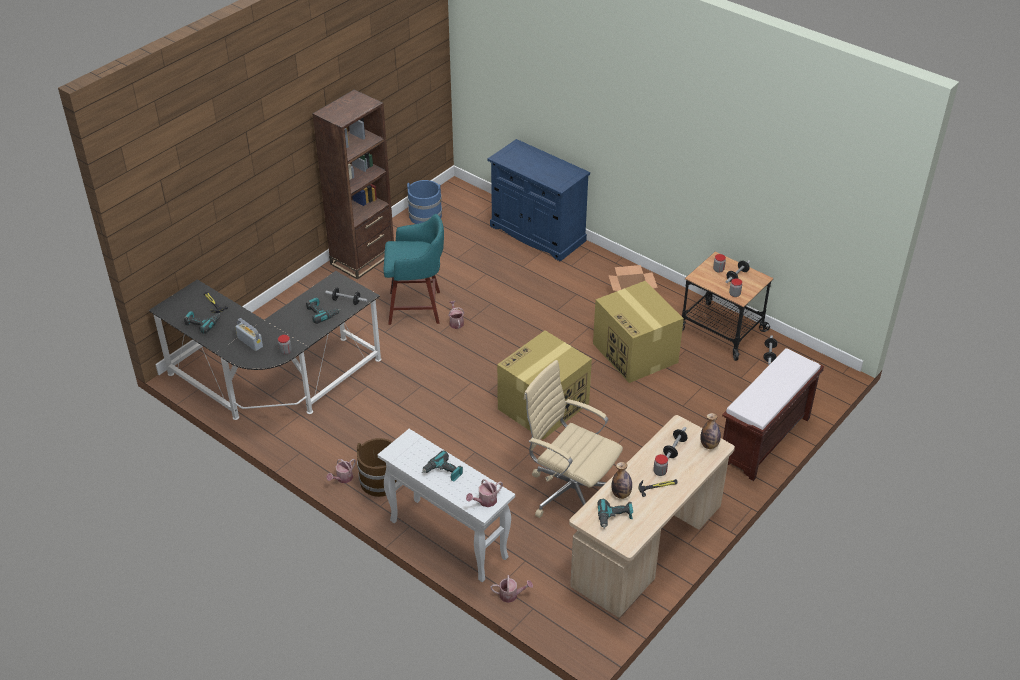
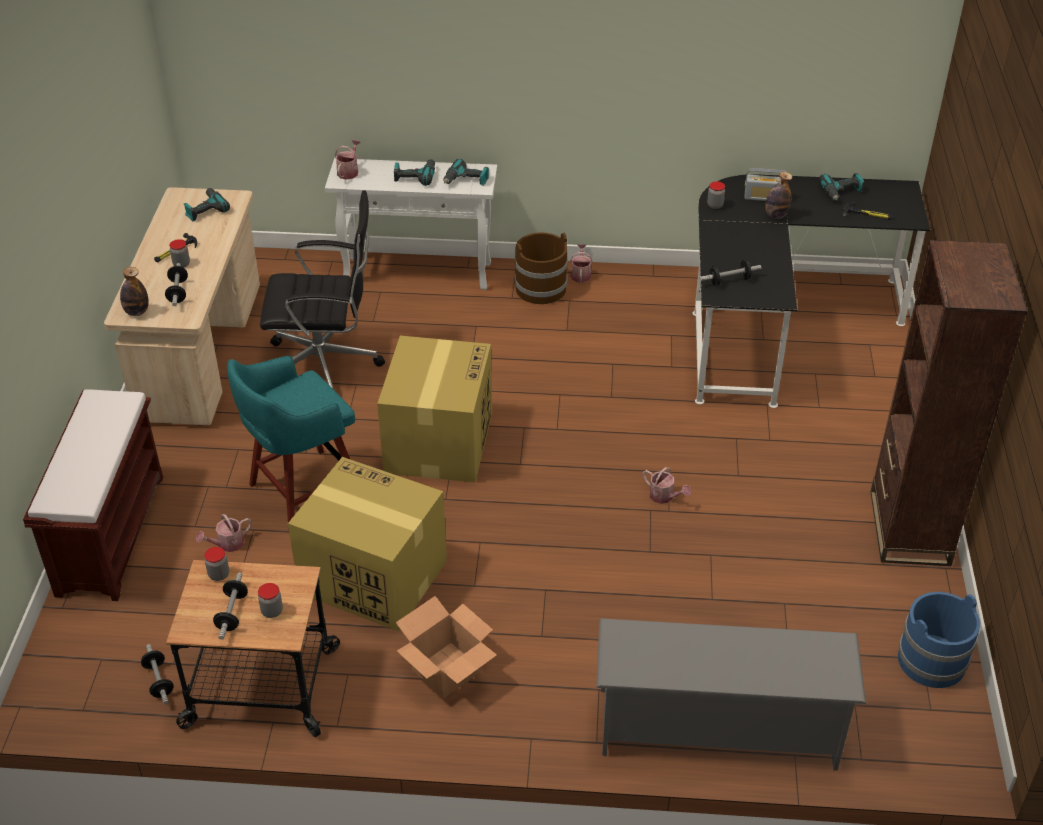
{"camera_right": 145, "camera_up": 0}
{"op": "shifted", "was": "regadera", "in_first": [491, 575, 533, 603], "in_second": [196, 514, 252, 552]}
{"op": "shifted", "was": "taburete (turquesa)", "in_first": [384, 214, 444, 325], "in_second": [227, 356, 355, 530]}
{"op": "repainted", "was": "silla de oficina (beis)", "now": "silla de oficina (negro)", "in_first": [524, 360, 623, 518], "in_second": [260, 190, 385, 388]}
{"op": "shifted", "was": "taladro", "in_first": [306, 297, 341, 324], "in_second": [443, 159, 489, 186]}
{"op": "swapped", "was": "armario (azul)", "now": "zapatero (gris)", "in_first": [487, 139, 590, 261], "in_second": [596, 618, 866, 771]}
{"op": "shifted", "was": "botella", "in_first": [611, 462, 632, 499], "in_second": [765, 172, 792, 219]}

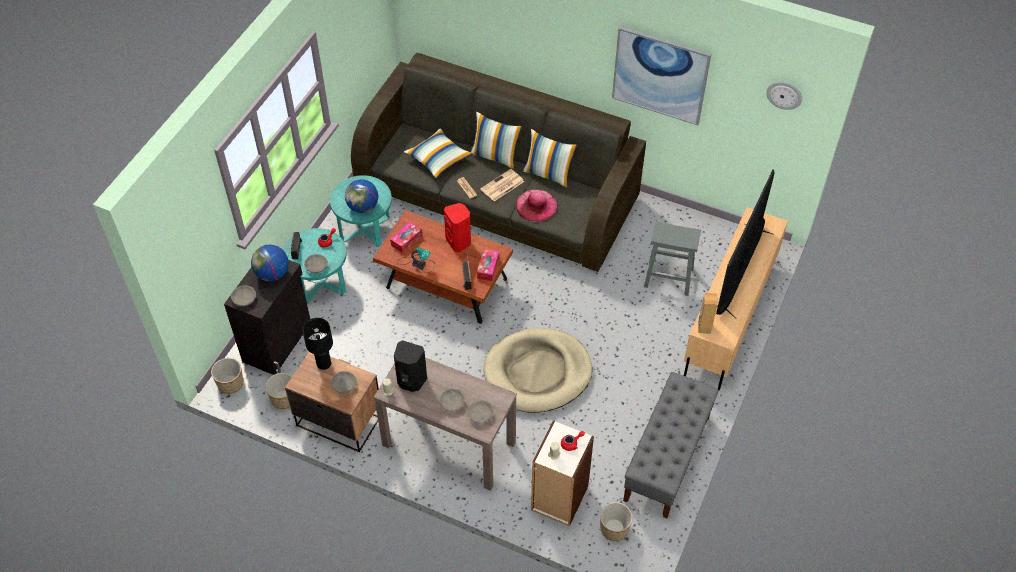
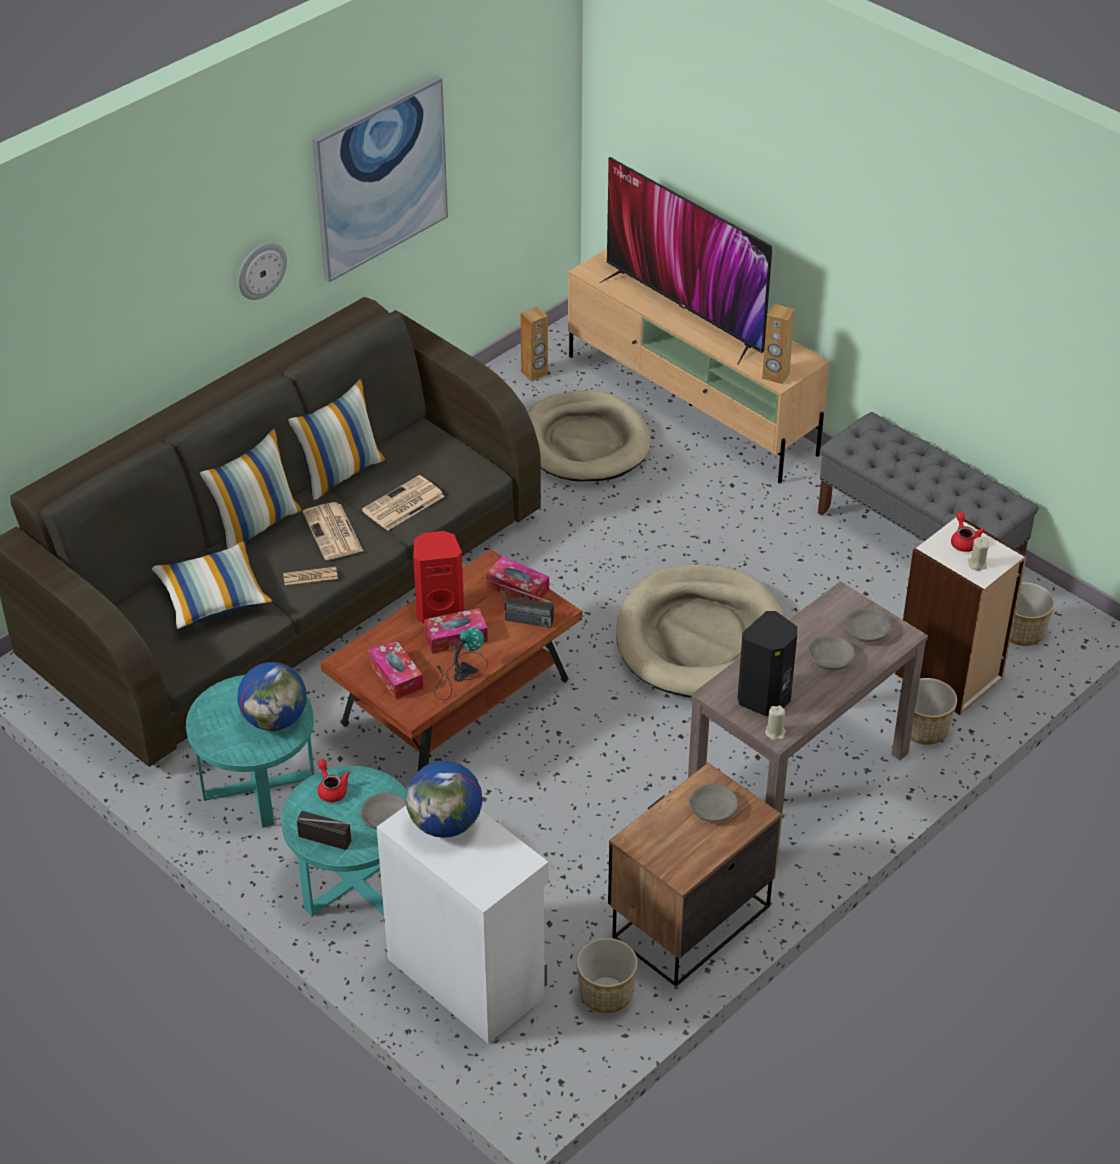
{"camera_right": -70, "camera_up": -10}
{"op": "shifted", "was": "reloj de pared", "in_first": [766, 82, 802, 110], "in_second": [238, 243, 287, 300]}
{"op": "swapped", "was": "sombrero (rosa)", "now": "periódico", "in_first": [516, 190, 557, 222], "in_second": [362, 475, 445, 531]}
{"op": "repainted", "was": "armario (negro)", "now": "armario (blanco)", "in_first": [224, 260, 310, 375], "in_second": [377, 806, 549, 1044]}
{"op": "new", "now": "caja de pañuelos", "in_second": [424, 608, 488, 654]}
{"op": "new", "now": "altavoz (marrón)", "in_second": [520, 307, 548, 381]}
{"op": "swapped", "was": "taburete (gris)", "now": "cama para perro (beis)", "in_first": [644, 222, 701, 296], "in_second": [528, 390, 650, 481]}
{"op": "shifted", "was": "maceta", "in_first": [211, 358, 244, 394], "in_second": [910, 678, 957, 745]}
{"op": "gone", "was": "cuenco (gris)", "in_first": [231, 285, 256, 306]}
{"op": "gone", "was": "lámpara de mesa (negro)", "in_first": [302, 318, 333, 370]}

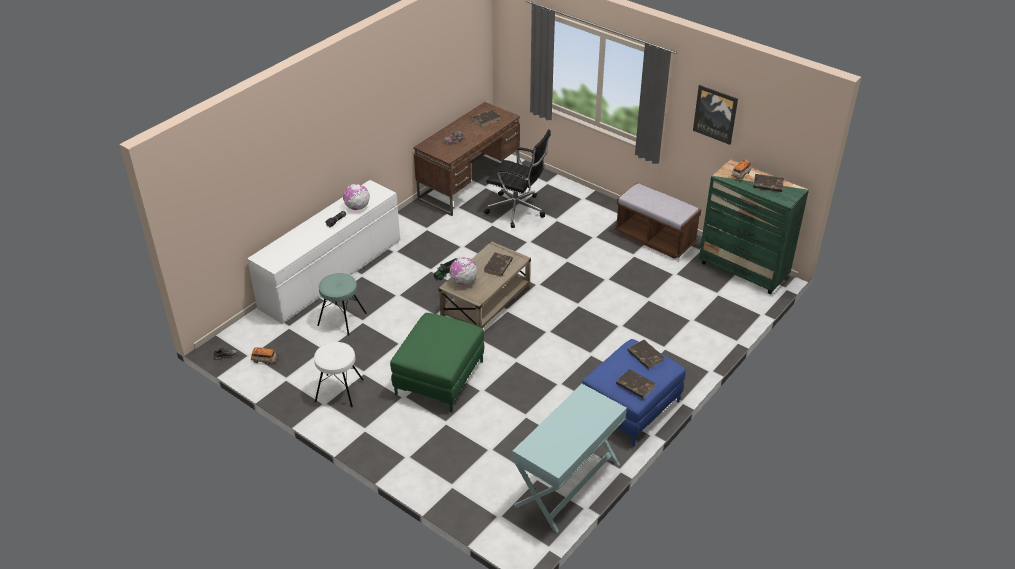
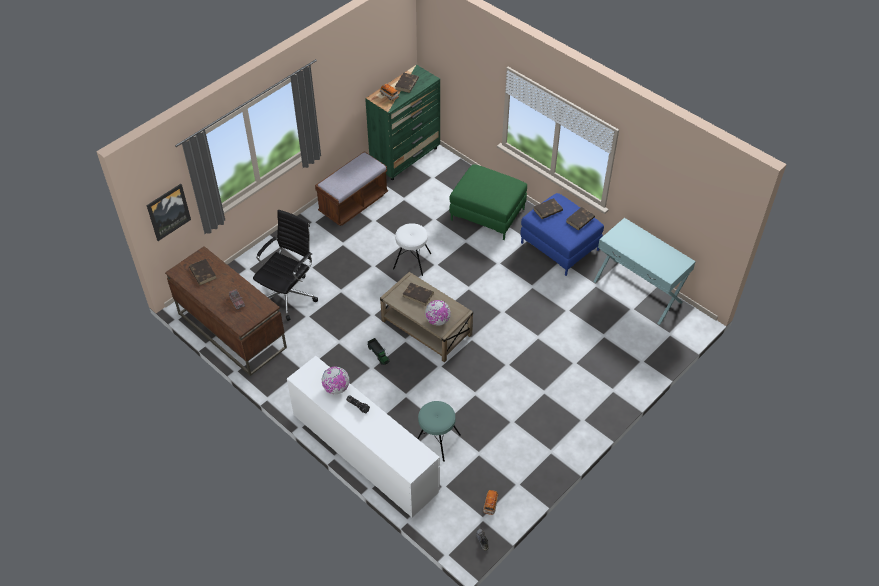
{"camera_right": -85, "camera_up": 10}
{"op": "shifted", "was": "cuadro", "in_first": [693, 85, 738, 145], "in_second": [147, 184, 191, 241]}
{"op": "shifted", "was": "taburete (blanco)", "in_first": [314, 342, 364, 407], "in_second": [393, 223, 431, 276]}
{"op": "shifted", "was": "puf (verde)", "in_first": [390, 313, 484, 412], "in_second": [449, 164, 527, 240]}

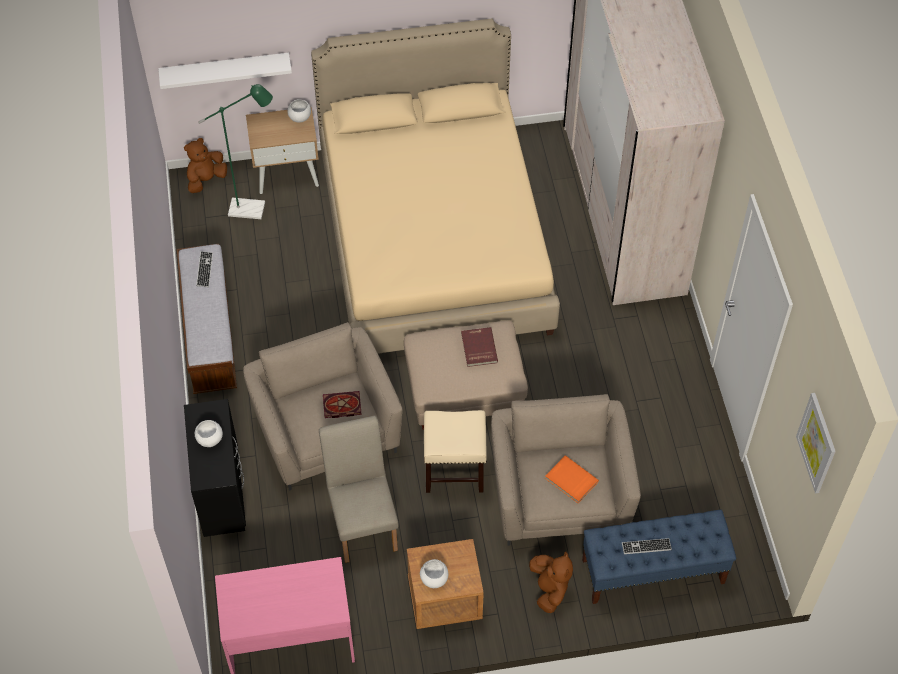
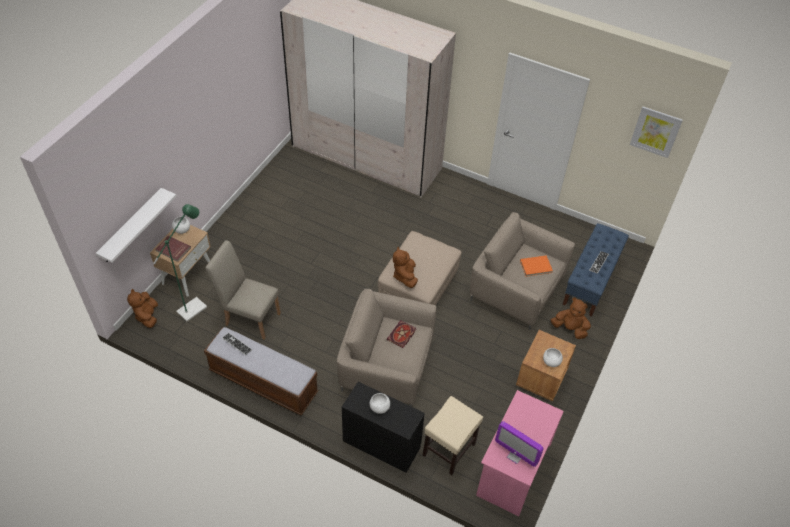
{"camera_right": -55, "camera_up": -5}
{"op": "shifted", "was": "libro (rojo)", "in_first": [461, 327, 498, 367], "in_second": [155, 236, 191, 262]}
{"op": "shifted", "was": "silla (beis)", "in_first": [319, 415, 399, 563], "in_second": [205, 240, 281, 339]}
{"op": "new", "now": "peluche (marrón)", "in_second": [393, 247, 418, 288]}
{"op": "shifted", "was": "taburete (beis)", "in_first": [424, 410, 487, 493], "in_second": [423, 396, 483, 475]}
{"op": "new", "now": "monitor", "in_second": [495, 421, 544, 467]}
{"op": "gone", "was": "cama (beis)", "in_first": [311, 19, 560, 354]}

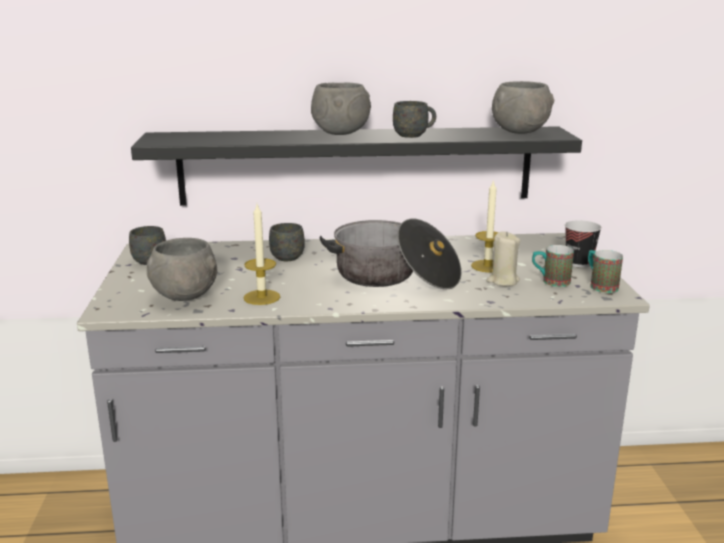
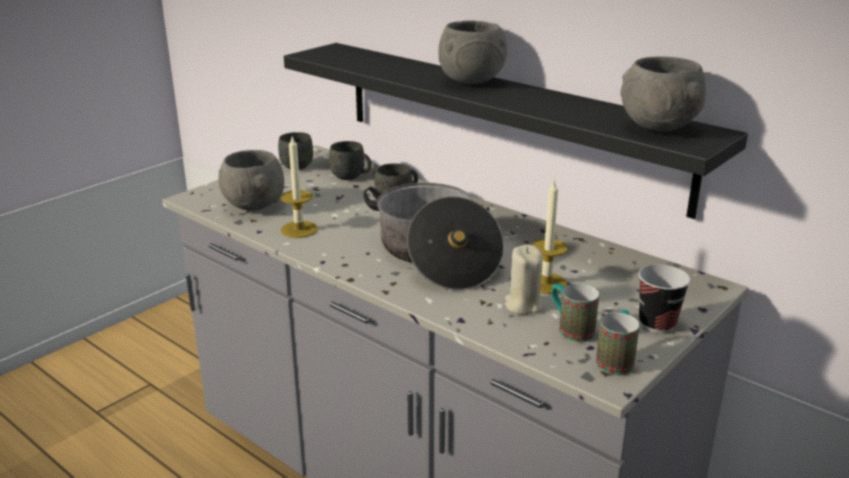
{"camera_right": 45, "camera_up": 5}
{"op": "shifted", "was": "taza grande (gris)", "in_first": [393, 101, 436, 138], "in_second": [329, 141, 372, 180]}

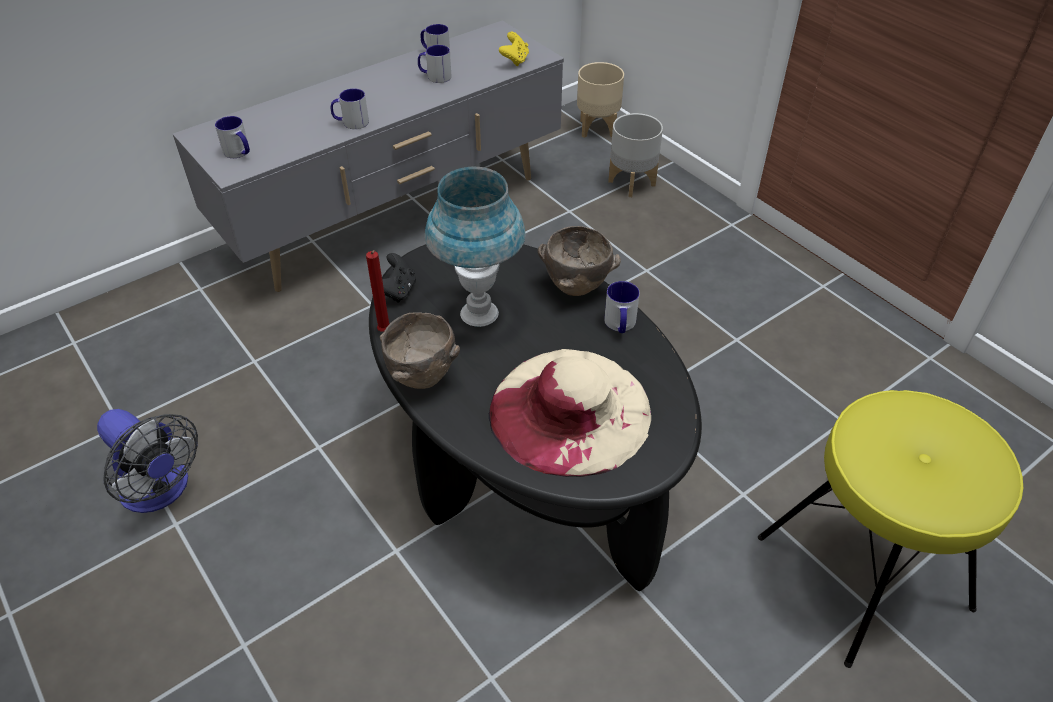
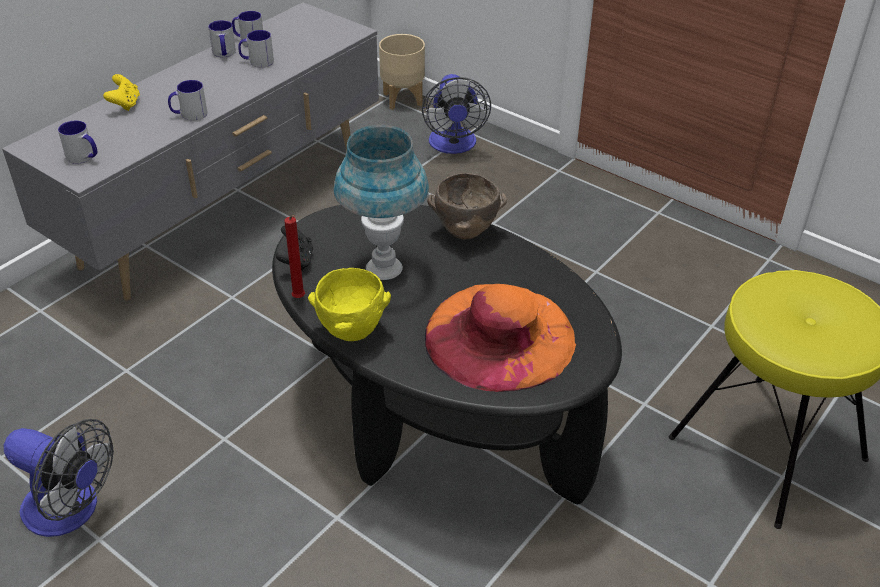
{"camera_right": -15, "camera_up": -5}
{"op": "shifted", "was": "mando de consola (amarillo)", "in_first": [499, 32, 529, 66], "in_second": [103, 74, 140, 111]}
{"op": "shifted", "was": "taza grande", "in_first": [604, 281, 640, 333], "in_second": [208, 20, 236, 57]}
{"op": "repainted", "was": "cuenco (marrón)", "now": "cuenco (amarillo)", "in_first": [380, 312, 460, 389], "in_second": [308, 268, 391, 341]}
{"op": "swapped", "was": "maceta (gris)", "now": "ventilador", "in_first": [608, 113, 663, 197], "in_second": [422, 74, 491, 154]}
{"op": "repainted", "was": "sombrero (beis)", "now": "sombrero (naranja)", "in_first": [489, 349, 651, 477], "in_second": [425, 284, 576, 392]}

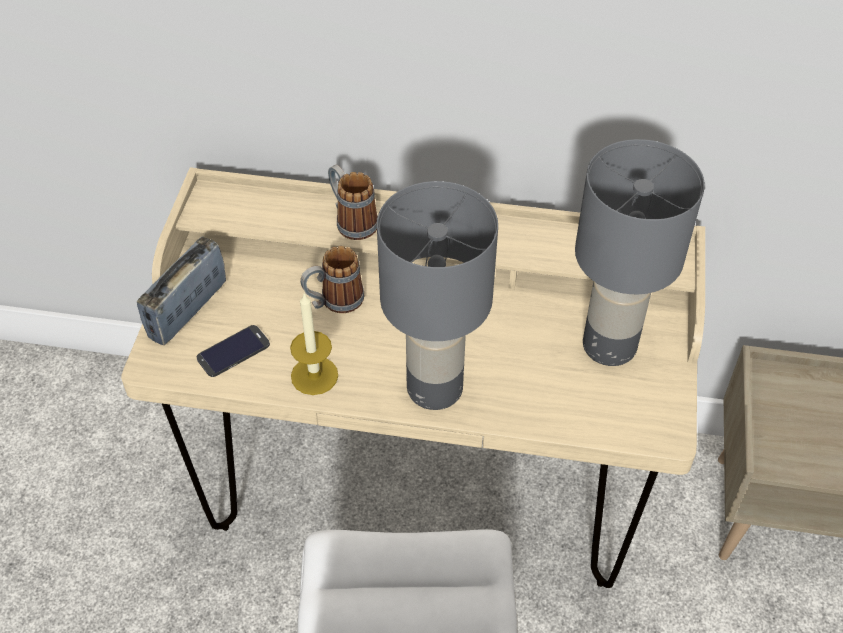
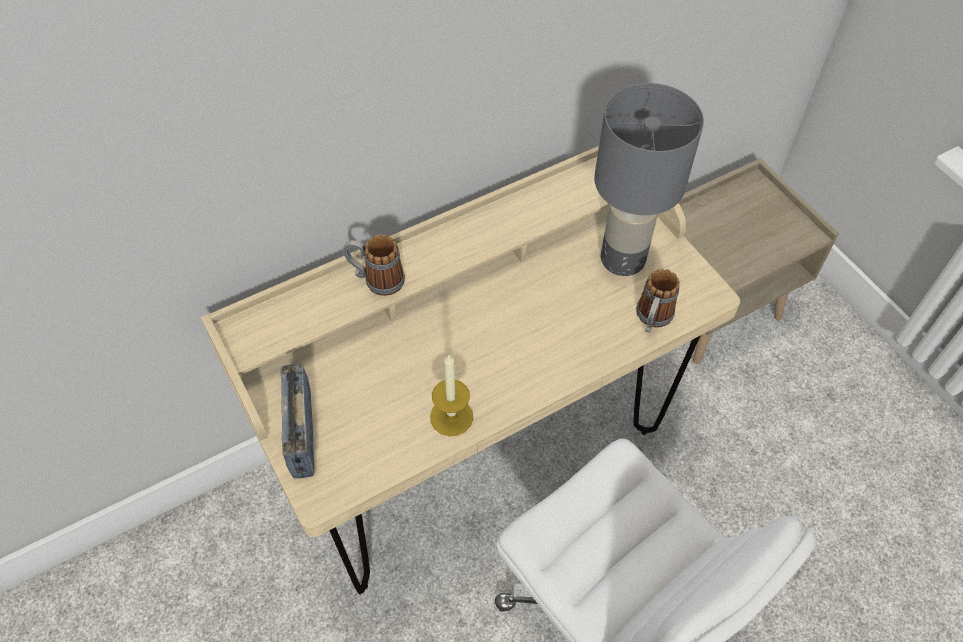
{"camera_right": -40, "camera_up": 5}
{"op": "shifted", "was": "taza grande", "in_first": [300, 246, 364, 313], "in_second": [636, 269, 680, 333]}
{"op": "gone", "was": "móvil", "in_first": [197, 325, 270, 377]}
{"op": "gone", "was": "lámpara de mesa (gris)", "in_first": [377, 181, 498, 410]}

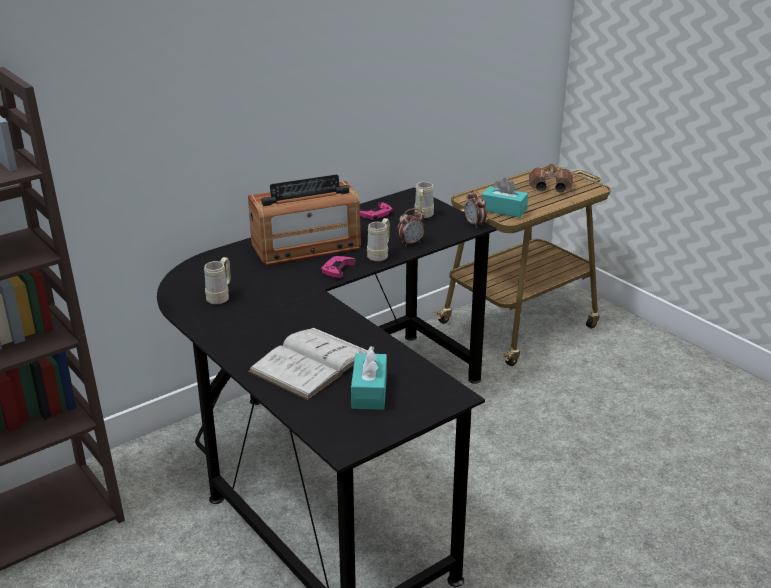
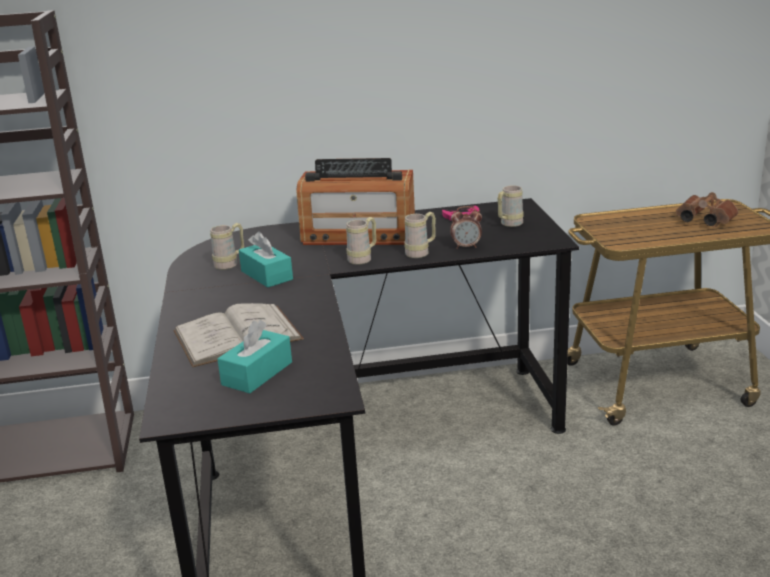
{"camera_right": 30, "camera_up": -5}
{"op": "shifted", "was": "caja de pañuelos (turquesa)", "in_first": [482, 178, 528, 218], "in_second": [239, 232, 293, 288]}
{"op": "swapped", "was": "mando de consola (rosa)", "now": "taza grande (beis)", "in_first": [321, 256, 355, 278], "in_second": [346, 217, 376, 265]}
{"op": "gone", "was": "despertador", "in_first": [464, 190, 487, 228]}

